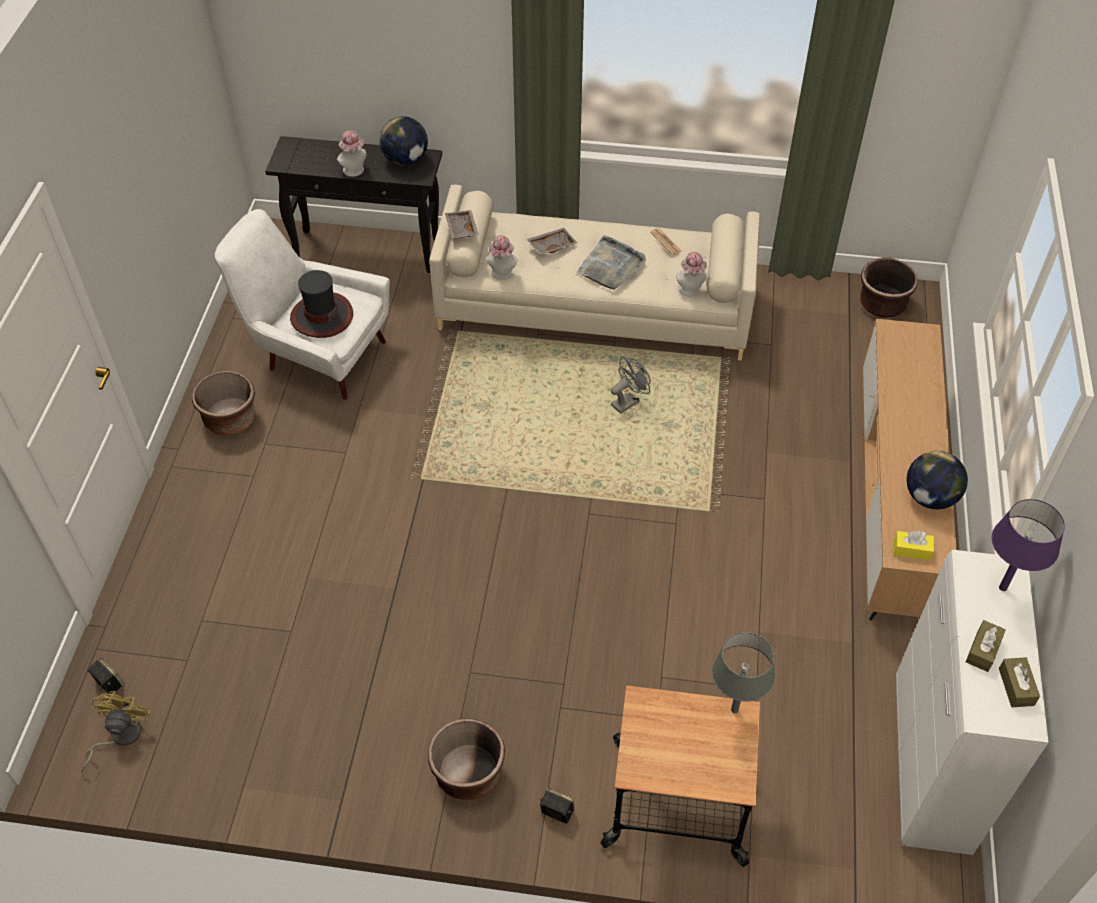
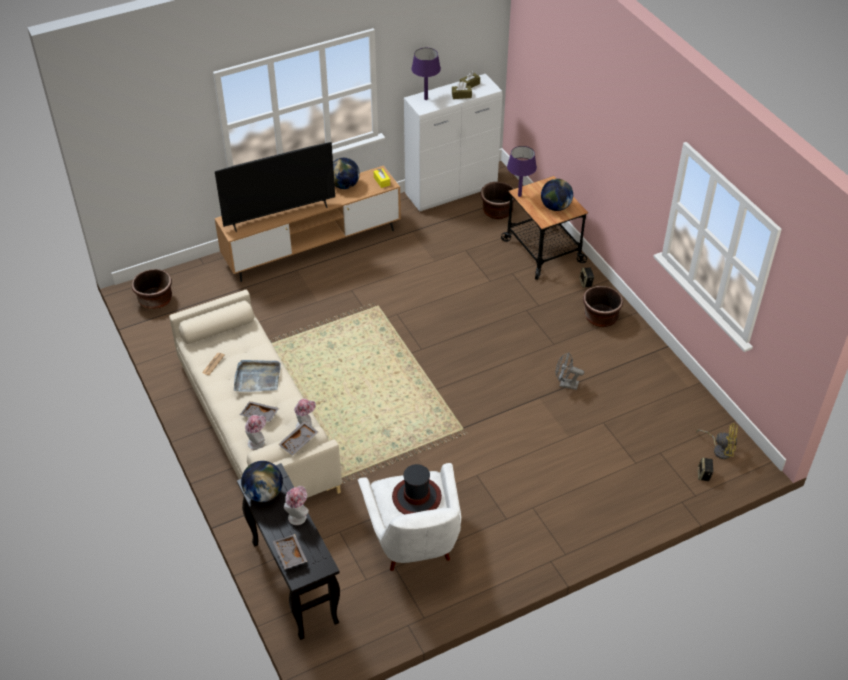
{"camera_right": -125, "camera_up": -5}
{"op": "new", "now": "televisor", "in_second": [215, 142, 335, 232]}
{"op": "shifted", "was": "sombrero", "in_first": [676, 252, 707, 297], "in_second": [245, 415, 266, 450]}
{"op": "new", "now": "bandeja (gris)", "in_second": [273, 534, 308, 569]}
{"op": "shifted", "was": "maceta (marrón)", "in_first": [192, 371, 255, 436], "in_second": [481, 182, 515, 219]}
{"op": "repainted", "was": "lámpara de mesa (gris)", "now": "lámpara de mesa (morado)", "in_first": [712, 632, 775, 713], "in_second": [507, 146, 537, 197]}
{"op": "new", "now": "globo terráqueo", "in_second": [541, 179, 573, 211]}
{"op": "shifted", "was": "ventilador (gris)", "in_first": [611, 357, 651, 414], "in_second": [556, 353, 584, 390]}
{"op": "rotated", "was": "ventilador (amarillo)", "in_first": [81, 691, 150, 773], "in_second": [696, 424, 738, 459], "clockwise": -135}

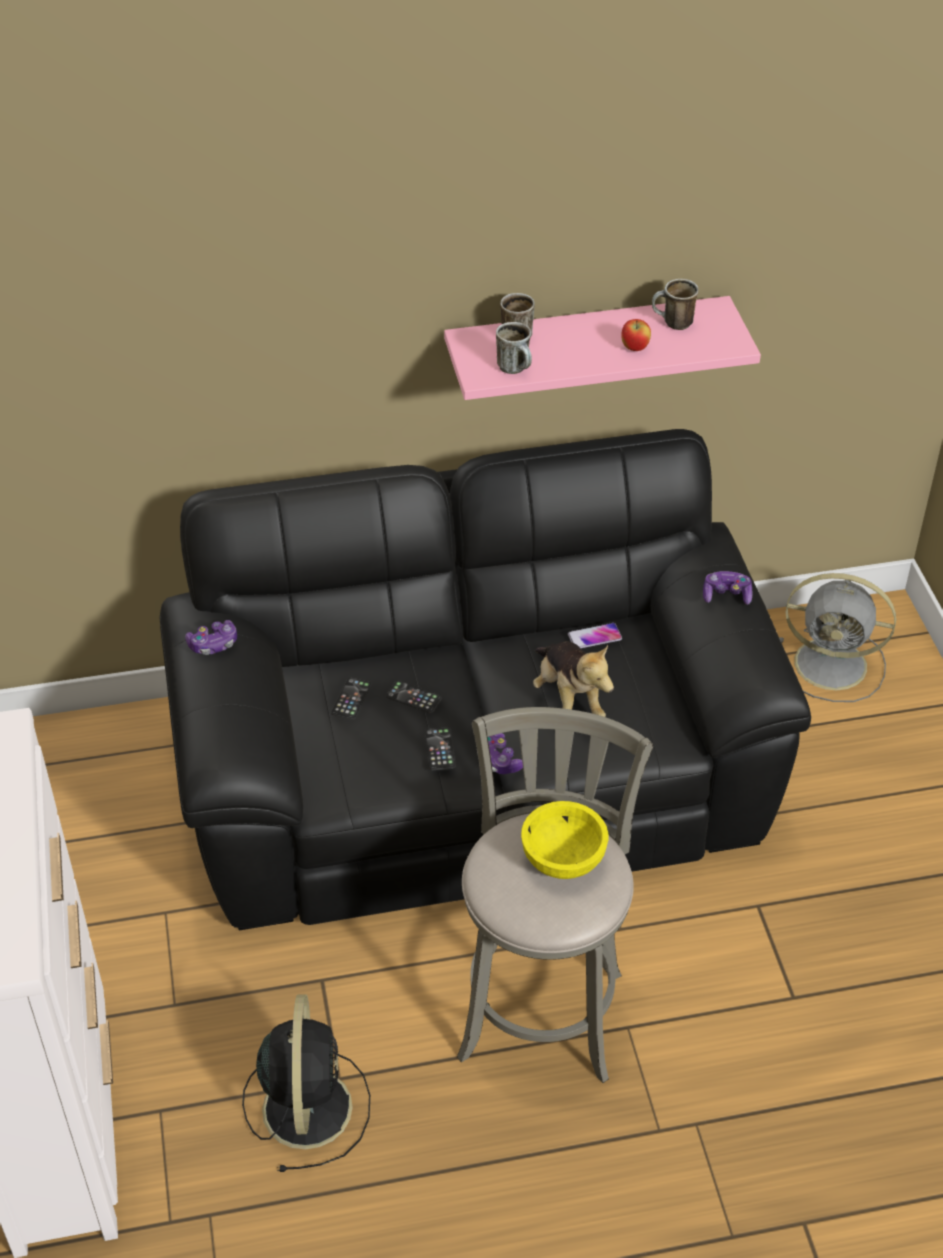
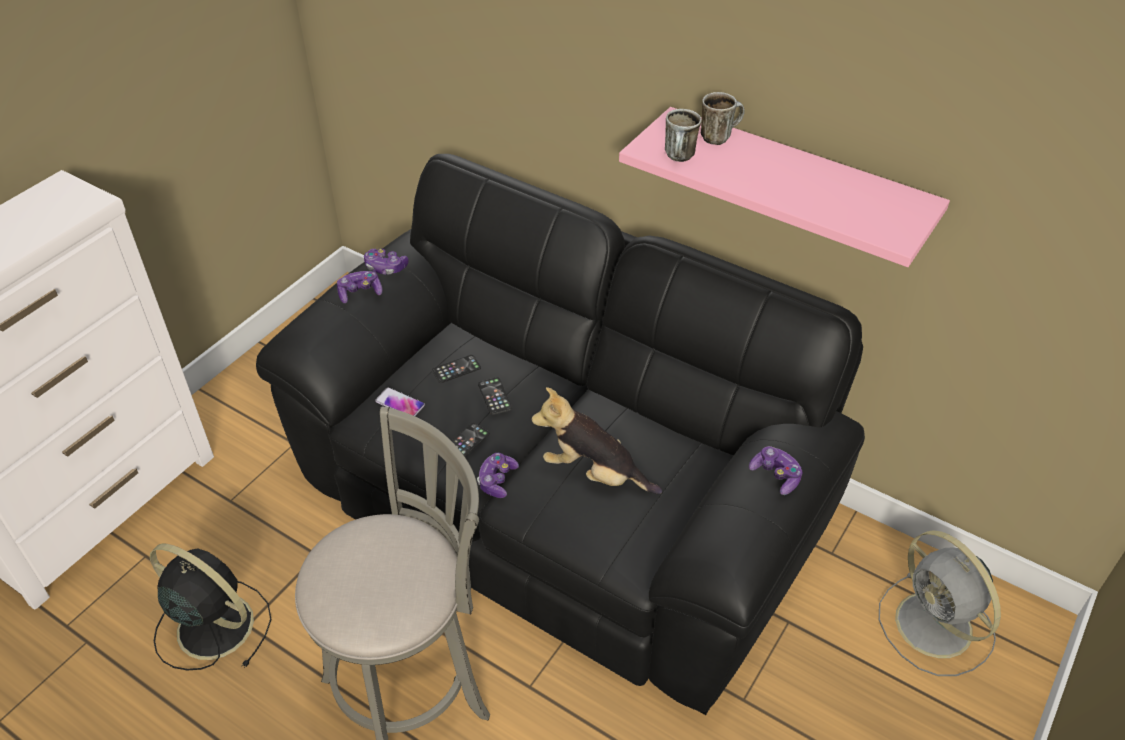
{"camera_right": 45, "camera_up": 0}
{"op": "rotated", "was": "ventilador (negro)", "in_first": [242, 994, 370, 1172], "in_second": [150, 544, 272, 671], "clockwise": -105}
{"op": "new", "now": "mando de consola", "in_second": [337, 271, 383, 303]}
{"op": "shifted", "was": "móvil", "in_first": [568, 623, 622, 648], "in_second": [375, 387, 425, 416]}
{"op": "rotated", "was": "peluche", "in_first": [533, 641, 614, 717], "in_second": [532, 387, 662, 494], "clockwise": 90}
{"op": "gone", "was": "cuenco (amarillo)", "in_first": [521, 801, 608, 879]}
{"op": "gone", "was": "manzana", "in_first": [621, 319, 651, 351]}
{"op": "gone", "was": "taza grande", "in_first": [652, 279, 699, 330]}

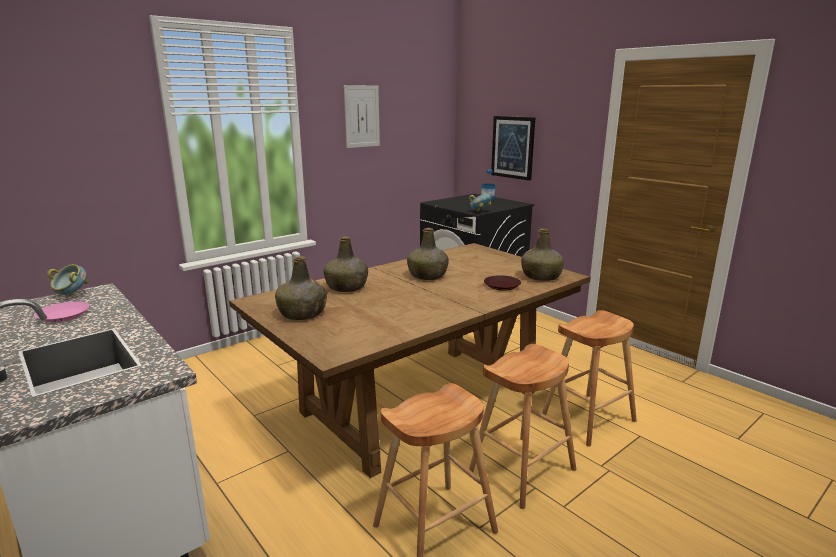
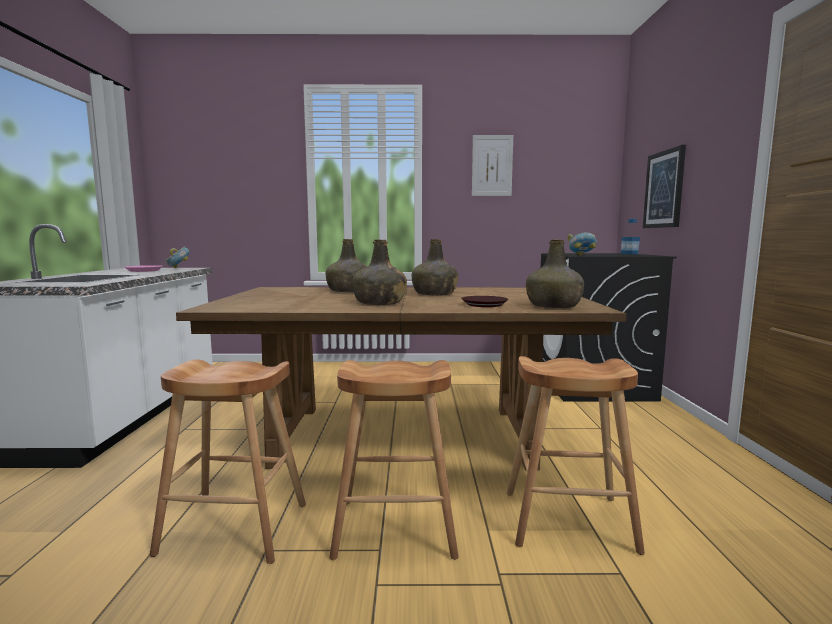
{"camera_right": 40, "camera_up": -10}
{"op": "shifted", "was": "botella (verde)", "in_first": [275, 256, 327, 320], "in_second": [353, 239, 407, 305]}

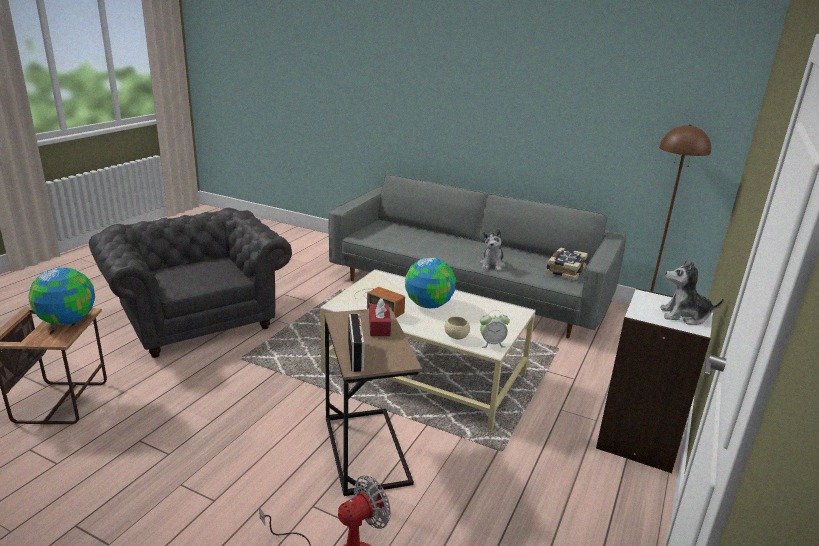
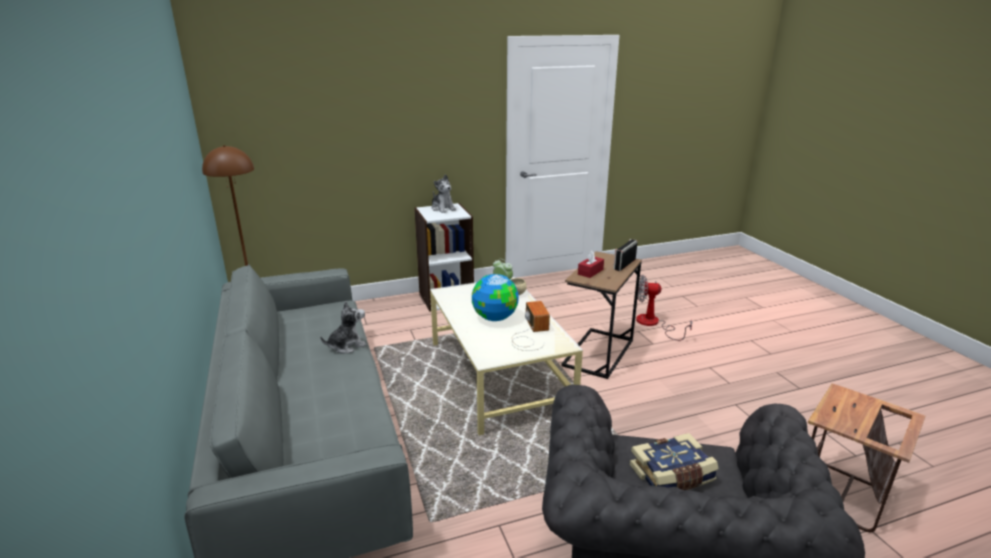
{"camera_right": -135, "camera_up": 0}
{"op": "shifted", "was": "libro", "in_first": [546, 248, 588, 281], "in_second": [630, 433, 719, 491]}
{"op": "gone", "was": "globo terráqueo", "in_first": [28, 268, 95, 325]}

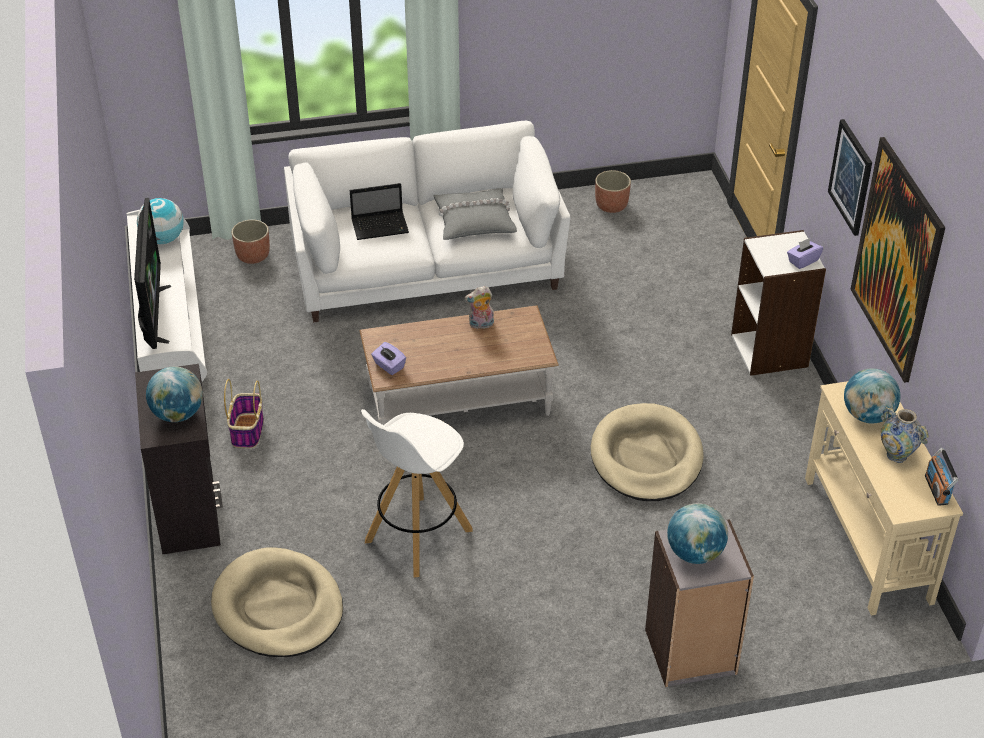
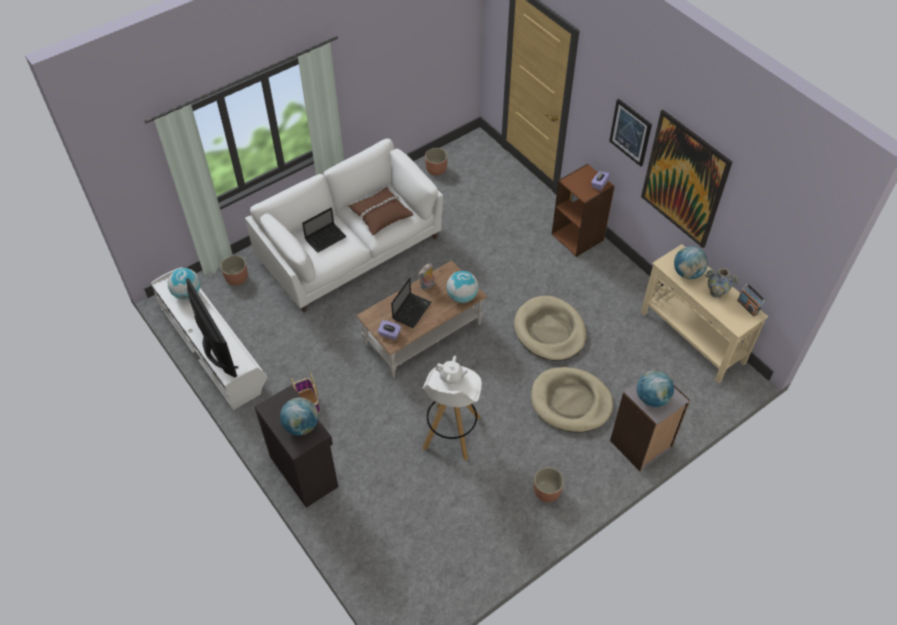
{"camera_right": -25, "camera_up": 10}
{"op": "repainted", "was": "cojín (gris)", "now": "cojín (marrón)", "in_first": [434, 188, 517, 240], "in_second": [348, 187, 413, 235]}
{"op": "new", "now": "portátil", "in_second": [391, 278, 431, 328]}
{"op": "new", "now": "tetera (blanco)", "in_second": [435, 356, 468, 384]}
{"op": "new", "now": "globo terráqueo", "in_second": [446, 271, 479, 303]}
{"op": "shifted", "was": "cama para perro (beis)", "in_first": [211, 547, 343, 657], "in_second": [531, 367, 613, 433]}
{"op": "new", "now": "maceta", "in_second": [534, 467, 564, 502]}
{"op": "repainted", "was": "estantería (blanco)", "now": "estantería (marrón)", "in_first": [731, 230, 826, 376], "in_second": [552, 164, 615, 257]}

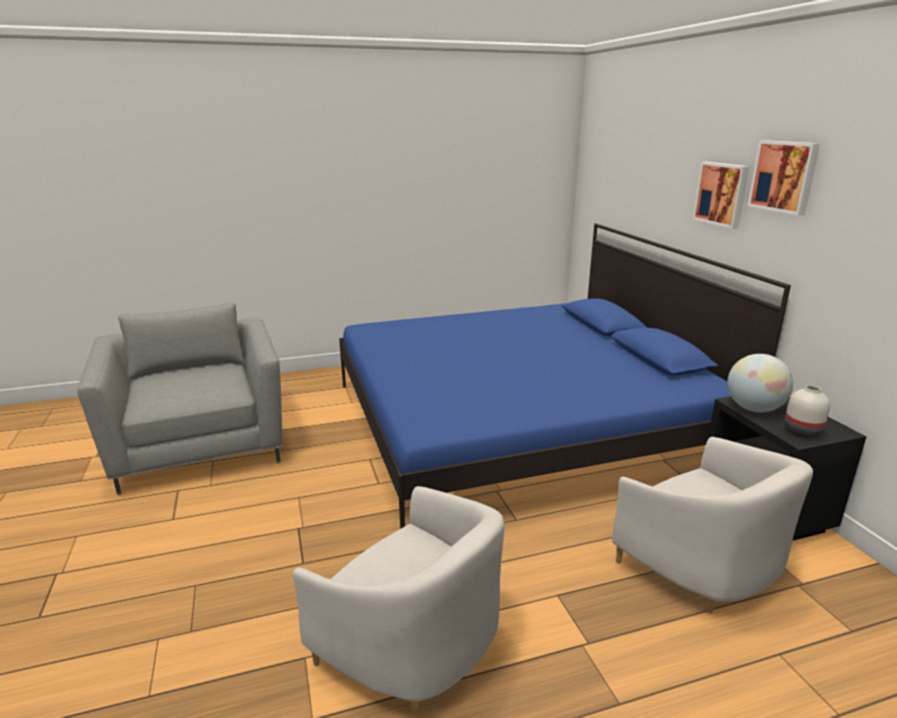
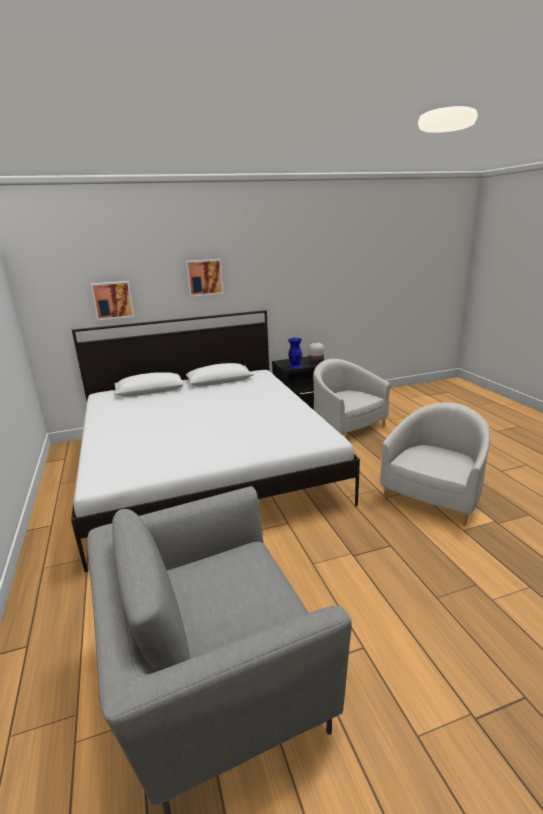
{"camera_right": -90, "camera_up": 0}
{"op": "repainted", "was": "cama (azul)", "now": "cama (blanco)", "in_first": [339, 223, 791, 529], "in_second": [71, 310, 360, 572]}
{"op": "shifted", "was": "cuadro", "in_first": [747, 140, 820, 216], "in_second": [91, 281, 134, 320]}
{"op": "swapped", "was": "globo terráqueo", "now": "florero (azul)", "in_first": [727, 354, 793, 412], "in_second": [288, 338, 302, 368]}
{"op": "rotated", "was": "sillón (blanco)", "in_first": [612, 437, 813, 614], "in_second": [313, 359, 390, 435], "clockwise": -90}

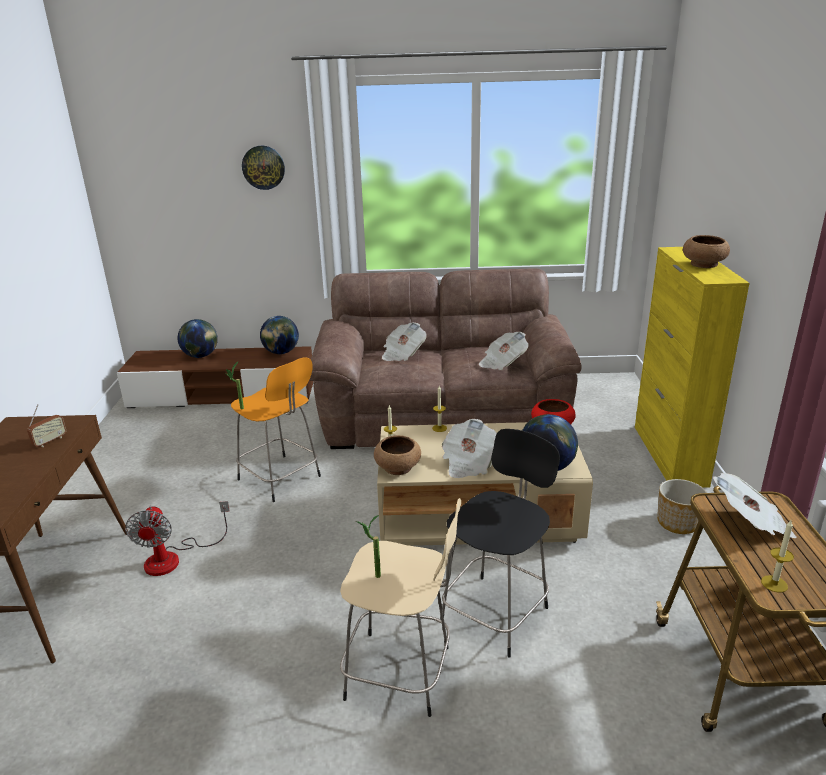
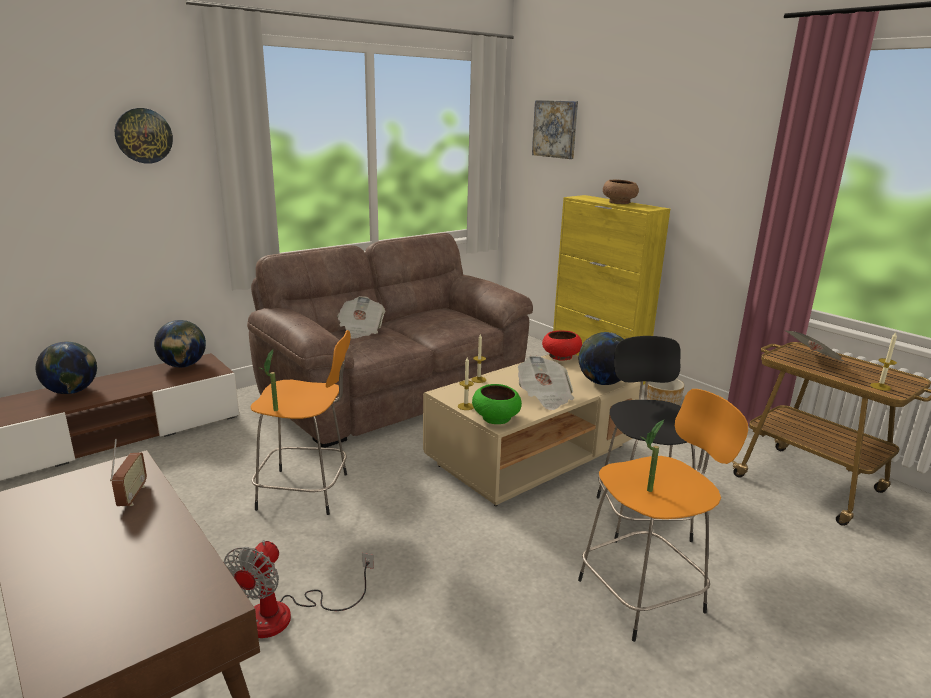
{"camera_right": -40, "camera_up": -5}
{"op": "rotated", "was": "ventilador", "in_first": [125, 501, 230, 576], "in_second": [224, 540, 374, 638], "clockwise": 60}
{"op": "repainted", "was": "cuenco (marrón)", "now": "cuenco (verde)", "in_first": [374, 435, 421, 475], "in_second": [472, 384, 522, 424]}
{"op": "new", "now": "cuadro", "in_second": [532, 100, 578, 159]}
{"op": "repainted", "was": "taburete (beis)", "now": "taburete (naranja)", "in_first": [340, 498, 461, 717], "in_second": [578, 389, 748, 642]}
{"op": "gone", "was": "periódico", "in_first": [479, 332, 529, 370]}

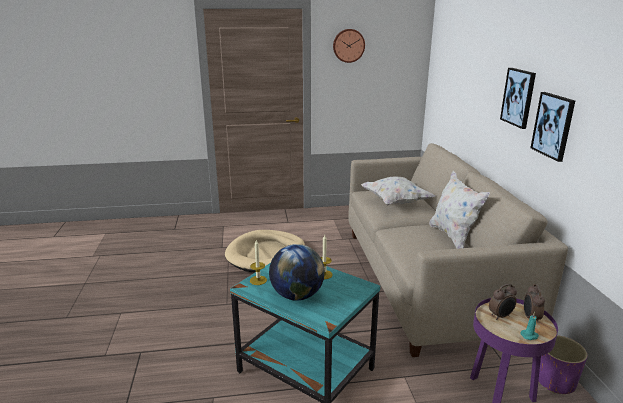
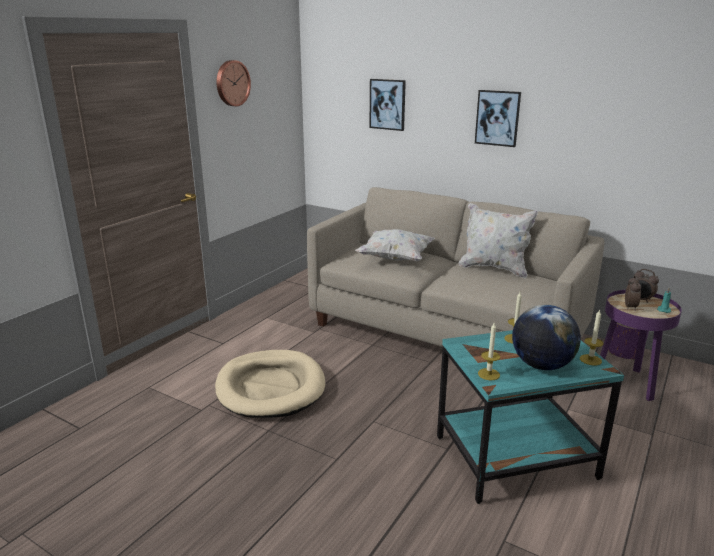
{"camera_right": -50, "camera_up": 0}
{"op": "shifted", "was": "cuadro", "in_first": [531, 92, 575, 162], "in_second": [370, 79, 406, 131]}
{"op": "new", "now": "vela", "in_second": [580, 310, 603, 366]}

